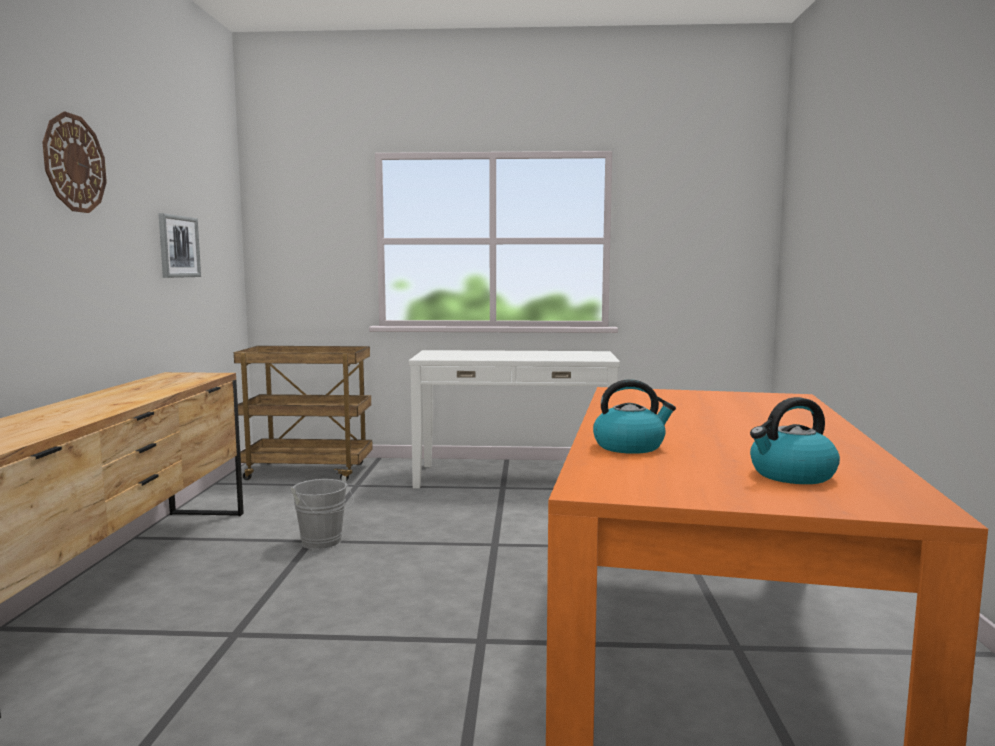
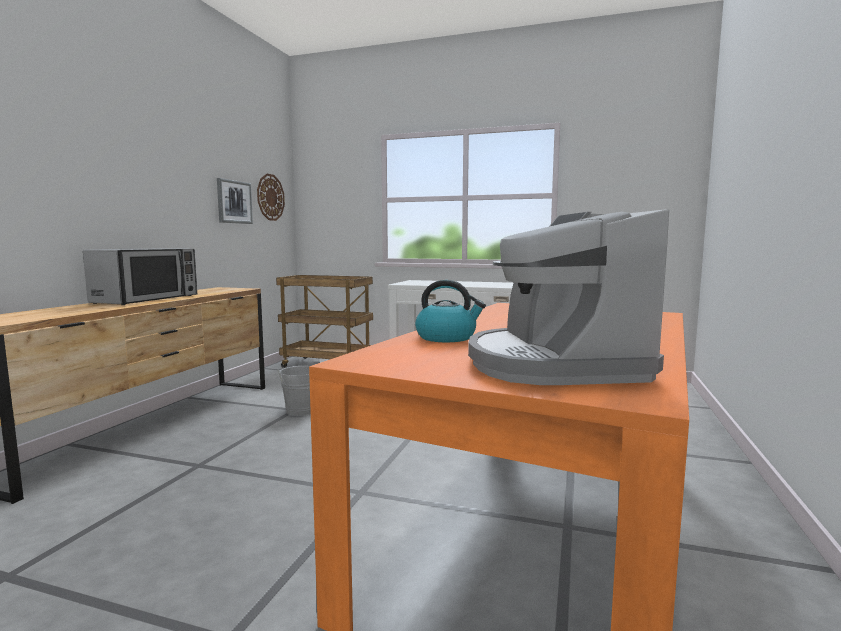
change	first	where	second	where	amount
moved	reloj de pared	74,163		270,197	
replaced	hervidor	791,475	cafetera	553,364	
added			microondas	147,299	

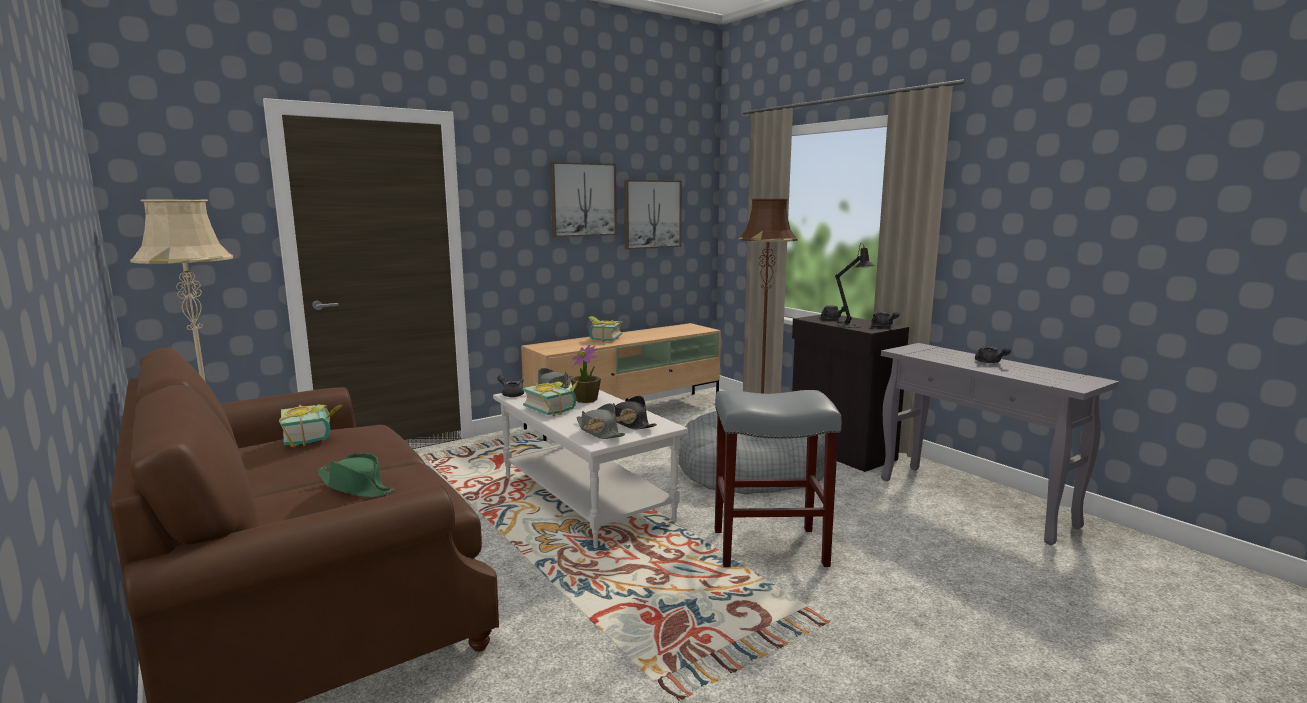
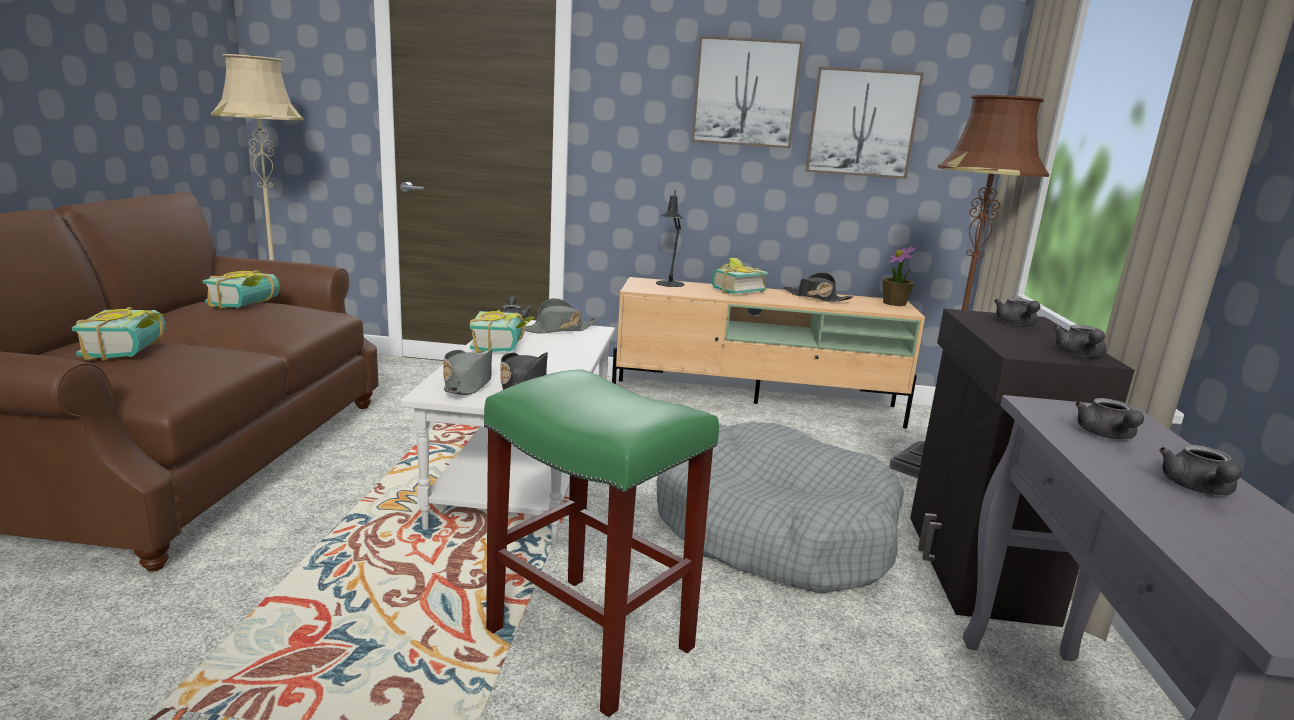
change	first	where	second	where	amount
moved	lámpara de mesa (negro)	851,326		669,284	
moved	planta en maceta	586,399		894,303	
recoloured	taburete (gris)	770,547	taburete (verde)	593,639	
replaced	sombrero (verde)	356,487	libro	134,350	
added			sombrero (negro)	815,298	
added			tetera (gris)	1107,436	

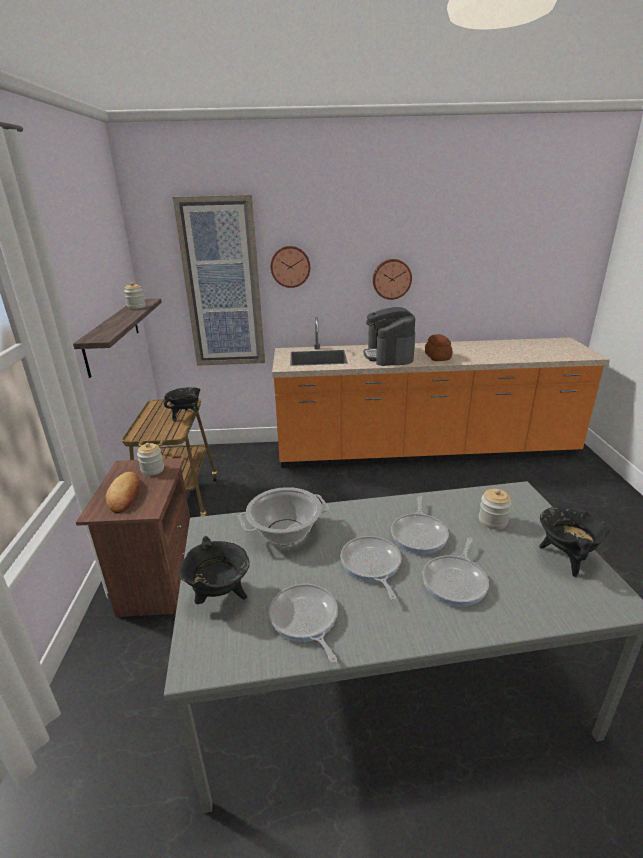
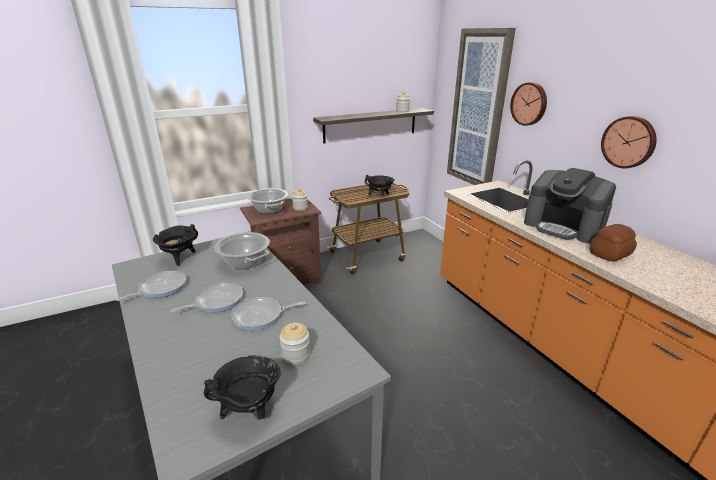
change	first	where	second	where	amount
turned	cafetera	389,356		563,227	105 degrees counterclockwise
replaced	pan	125,495	olla	269,209	
removed	sartén	456,581			

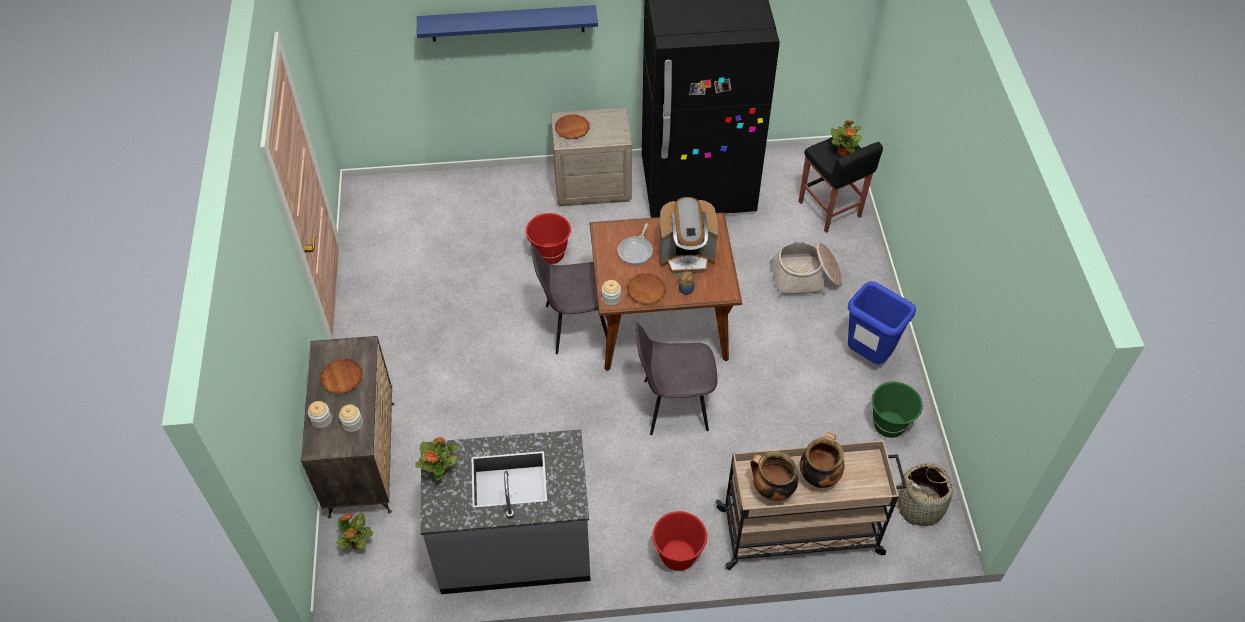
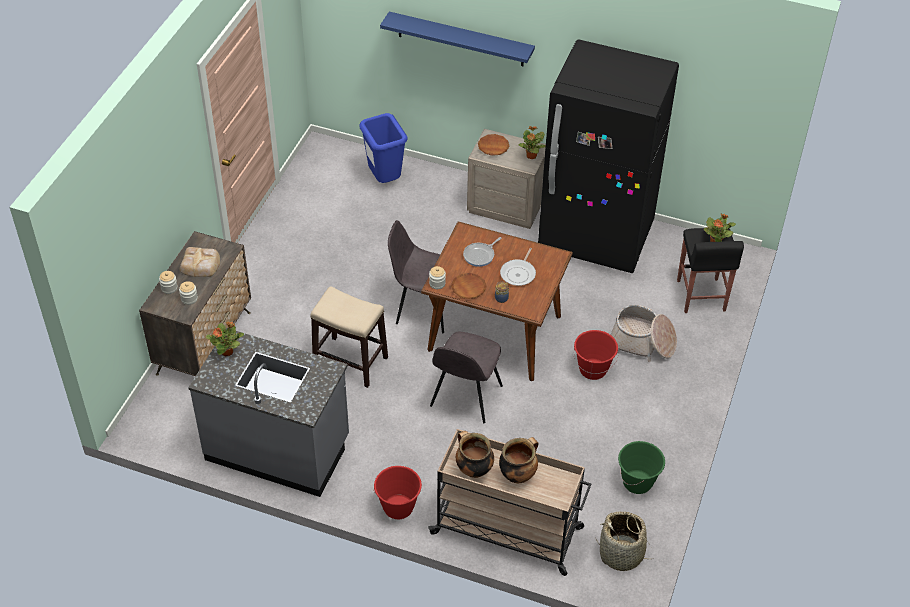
change	first	where	second	where	amount
replaced	cafetera	686,256	sartén	519,273	
moved	cubo (rojo)	550,254		593,369	
moved	papelera (azul)	867,355		384,180	
turned	silla (gris)	673,405		465,397	90 degrees counterclockwise
replaced	plato (marrón)	342,378	pan	200,265	
moved	planta en maceta	357,544		531,156	
added			taburete	351,362	

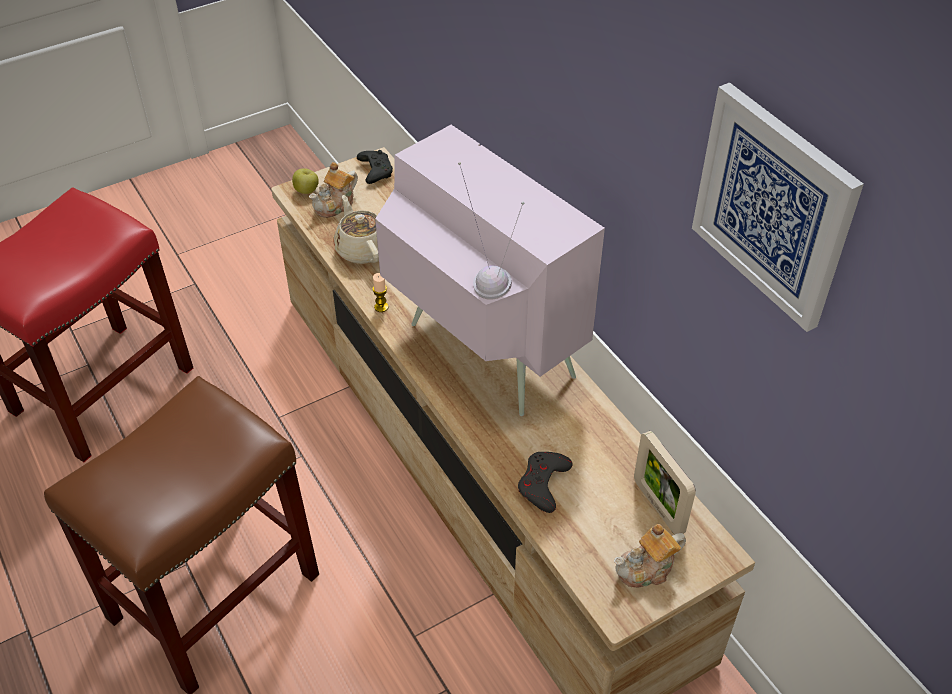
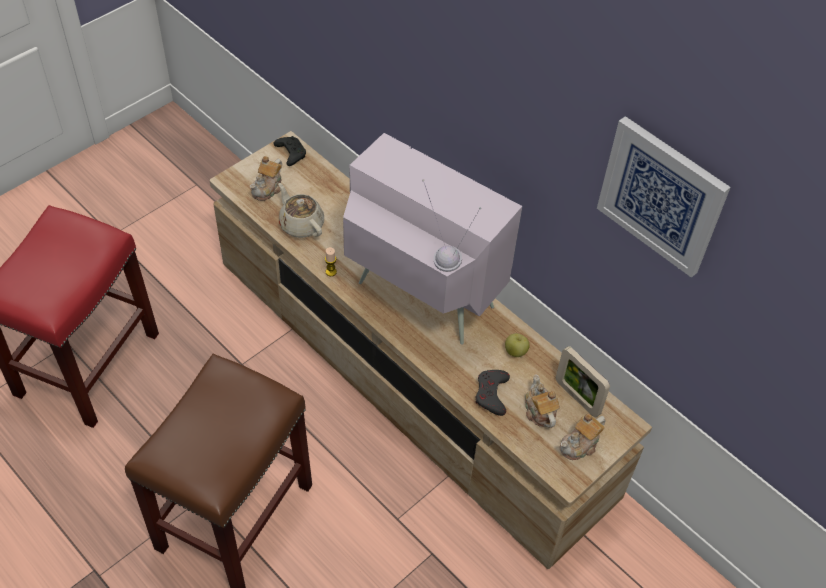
change	first	where	second	where	amount
moved	manzana	306,191		515,352	
added			tetera	539,411	

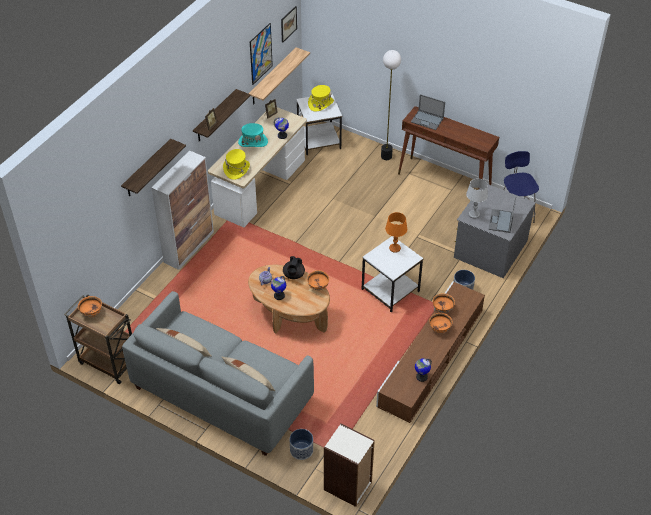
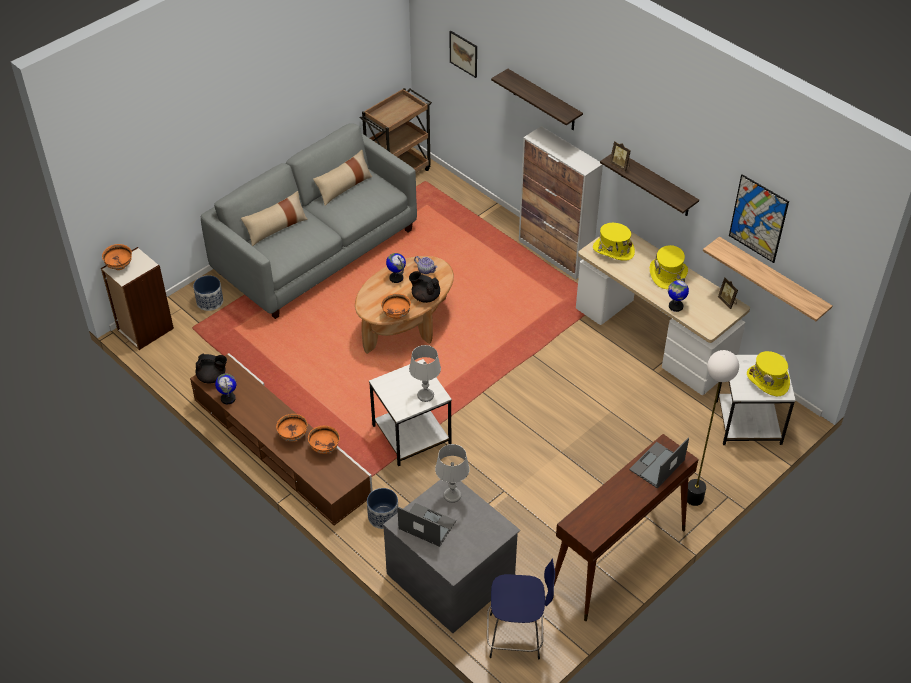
change	first	where	second	where	amount
moved	cuadro	288,24		463,53	
recoloured	sombrero (turquesa)	253,142	sombrero (amarillo)	668,274	
recoloured	lámpara de mesa (naranja)	395,248	lámpara de mesa (gris)	425,395	
moved	cuenco (naranja)	91,313		120,266	
added			tetera (negro)	212,377	

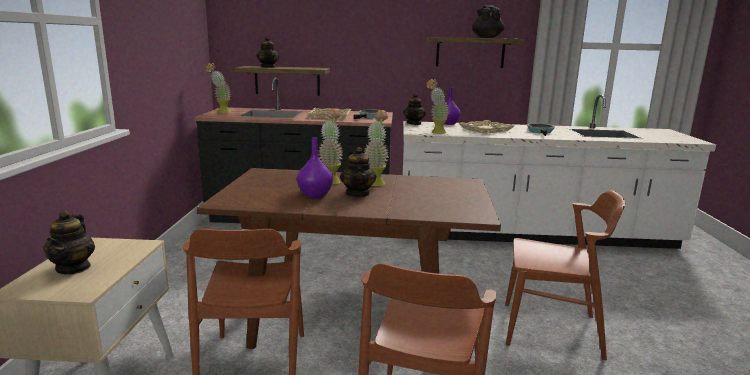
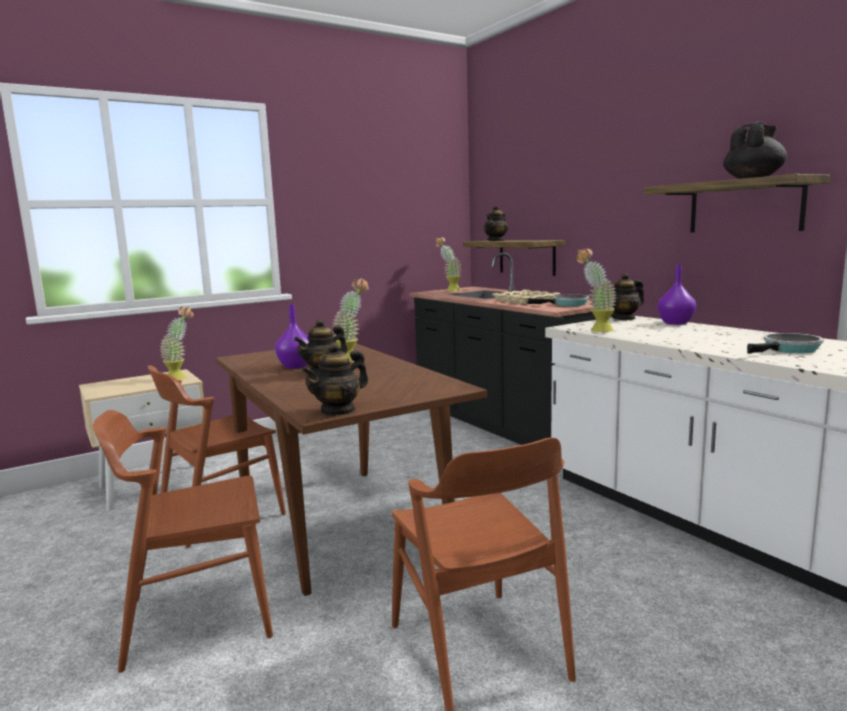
change	first	where	second	where	amount
moved	planta en maceta	376,182		181,377	
removed	bandeja (beis)	485,130			
moved	tetera	74,268		338,410	

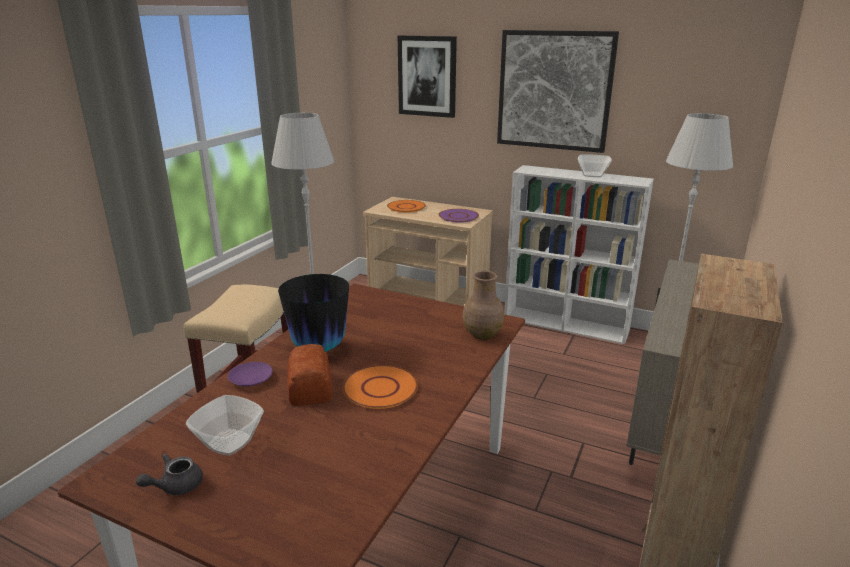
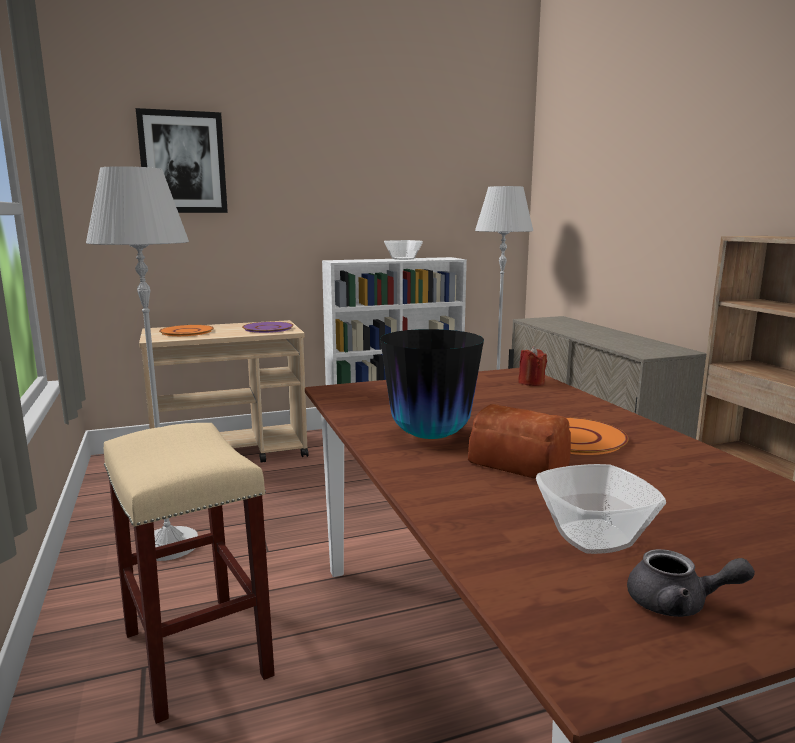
change	first	where	second	where	amount
removed	cuadro	554,91			
replaced	florero (marrón)	482,334	vela (rojo)	531,383	
removed	plato (morado)	251,379			
turned	tetera (gris)	175,486		678,604	75 degrees counterclockwise

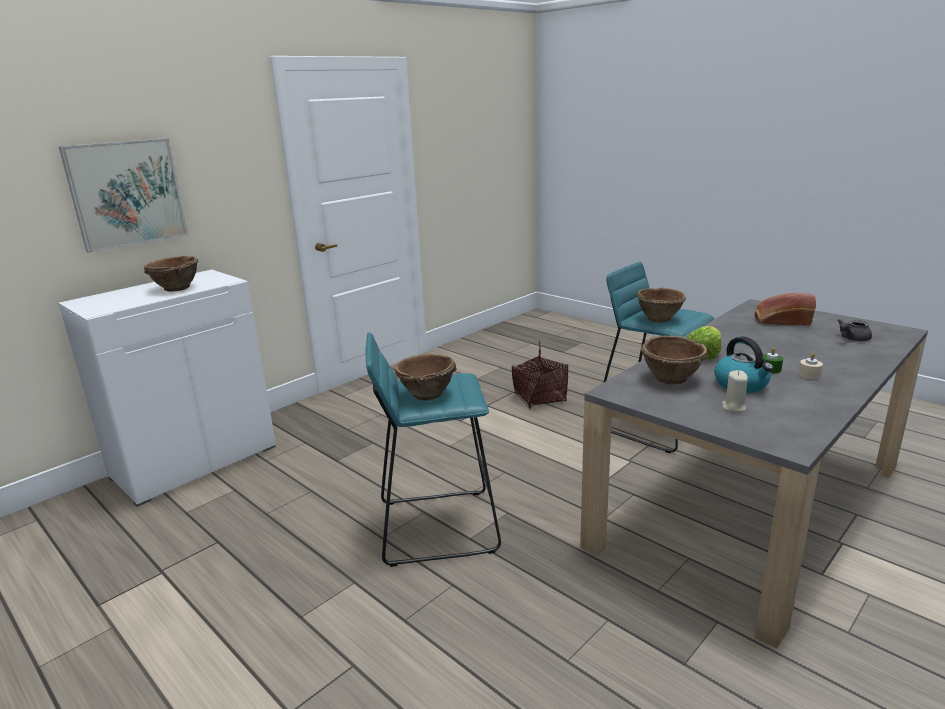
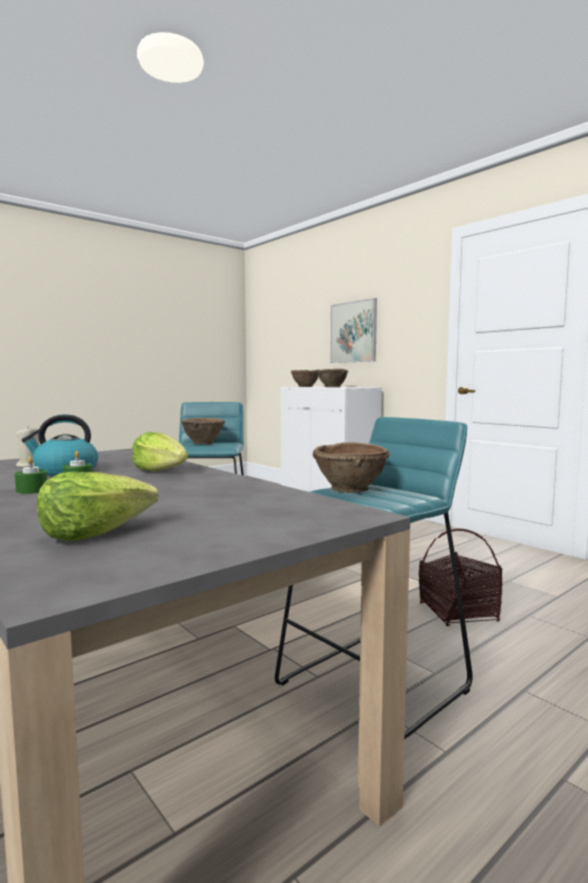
change	first	where	second	where	amount
removed	pan	781,321			
replaced	tetera (gris)	851,339	lechuga	95,533	
moved	cuenco (marrón)	672,379		305,386	
recoloured	vela (beis)	809,375	vela (verde)	32,490	

